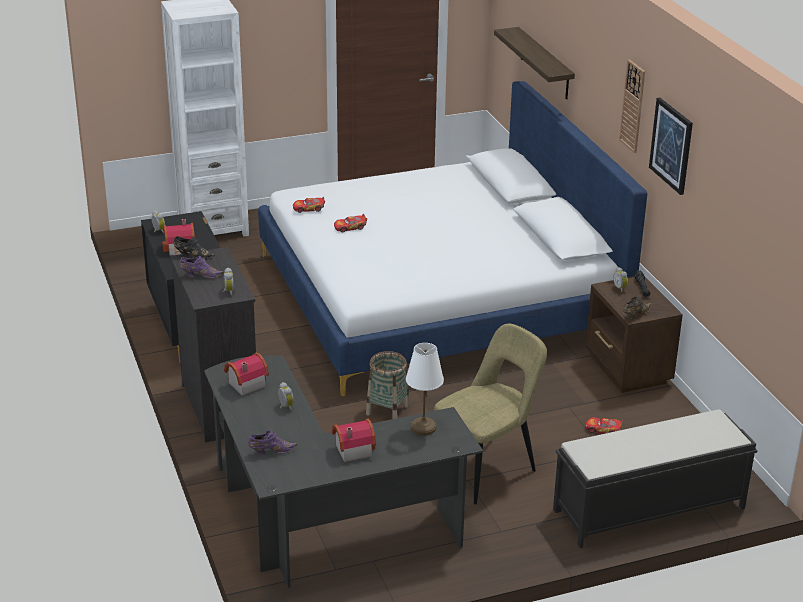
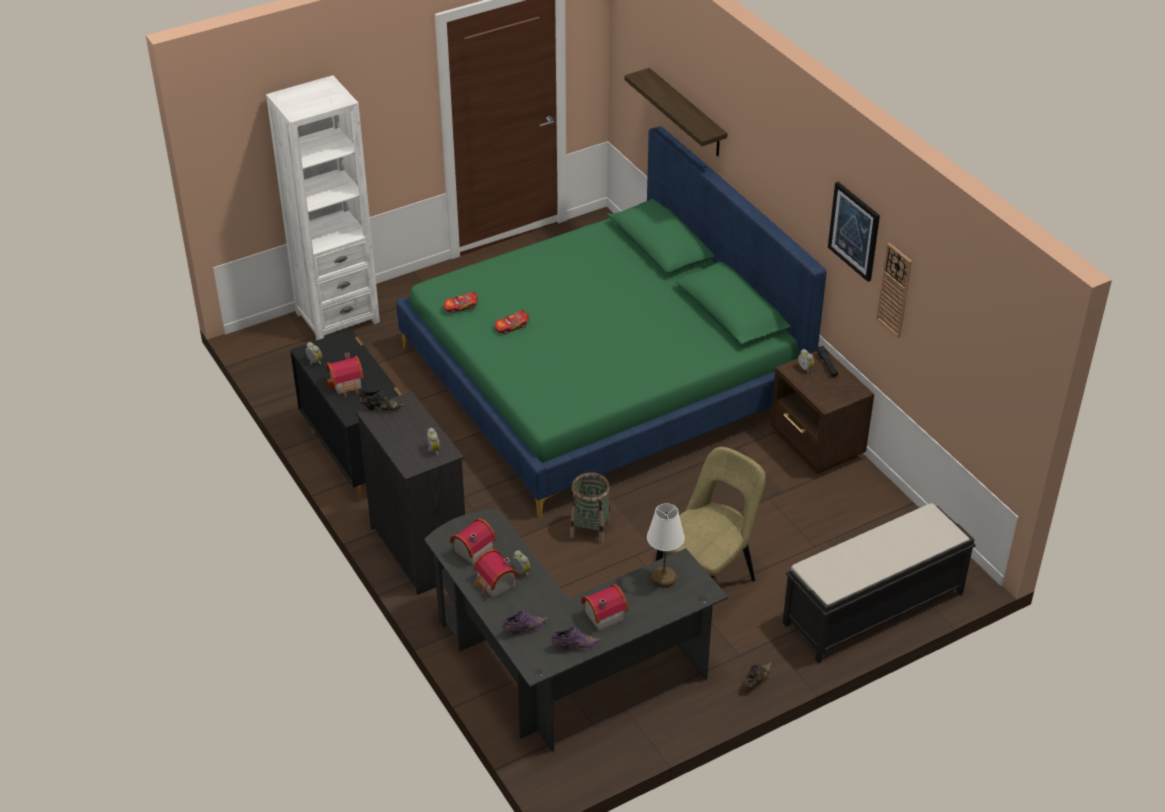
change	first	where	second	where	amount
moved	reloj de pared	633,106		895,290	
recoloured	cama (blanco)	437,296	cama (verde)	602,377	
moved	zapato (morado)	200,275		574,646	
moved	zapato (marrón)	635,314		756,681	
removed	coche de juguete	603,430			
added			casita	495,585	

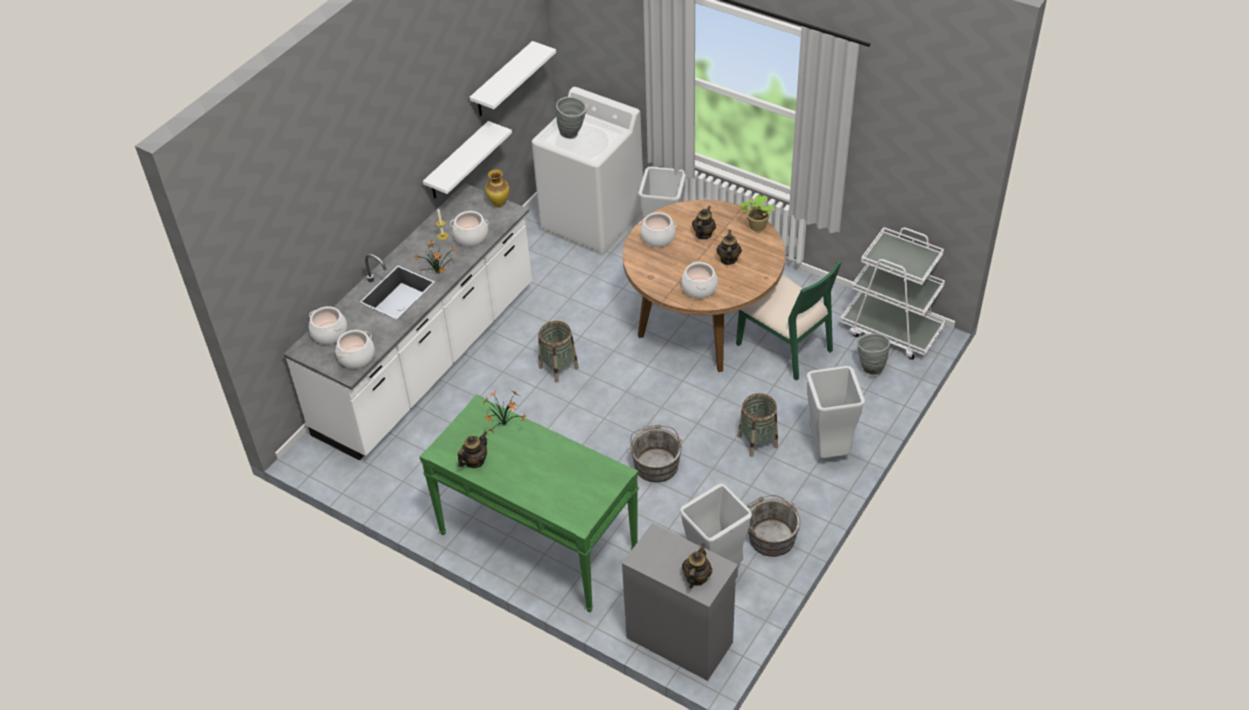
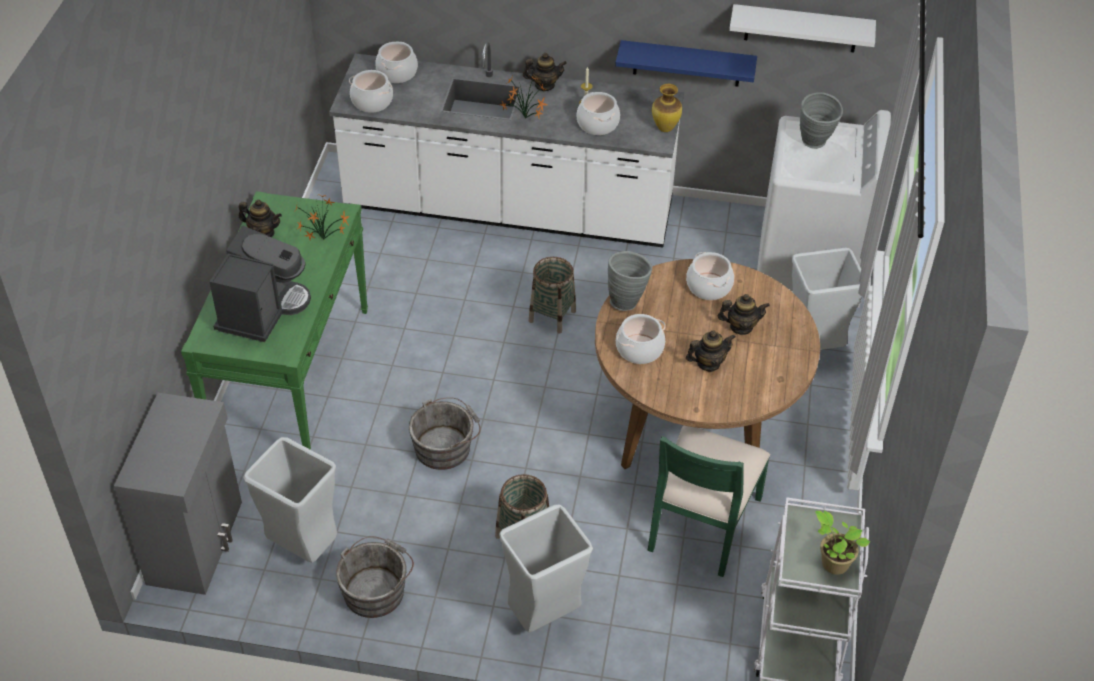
change	first	where	second	where	amount
recoloured	estante (blanco)	457,162	estante (azul)	687,63	
moved	planta en maceta	756,226		833,563	
moved	florero (gris)	870,368		627,300	
moved	tetera	696,577		544,85	
added			cafetera	262,310	

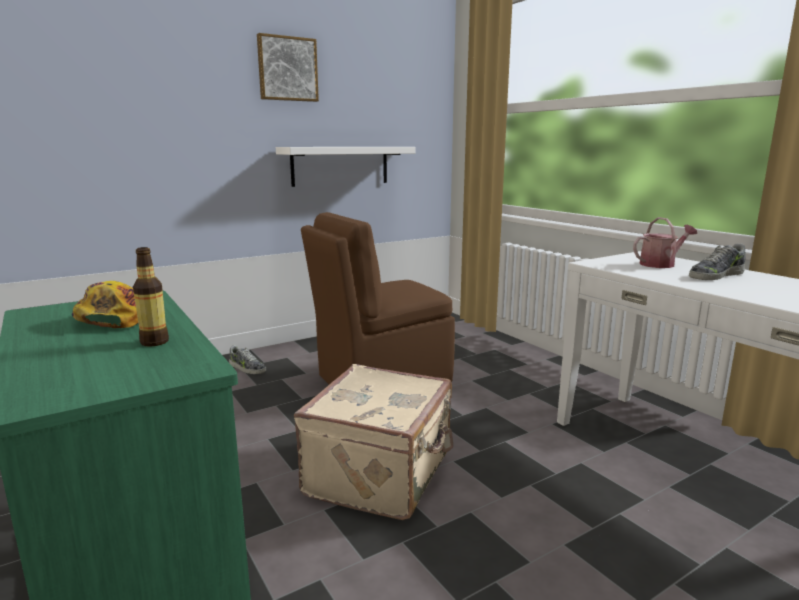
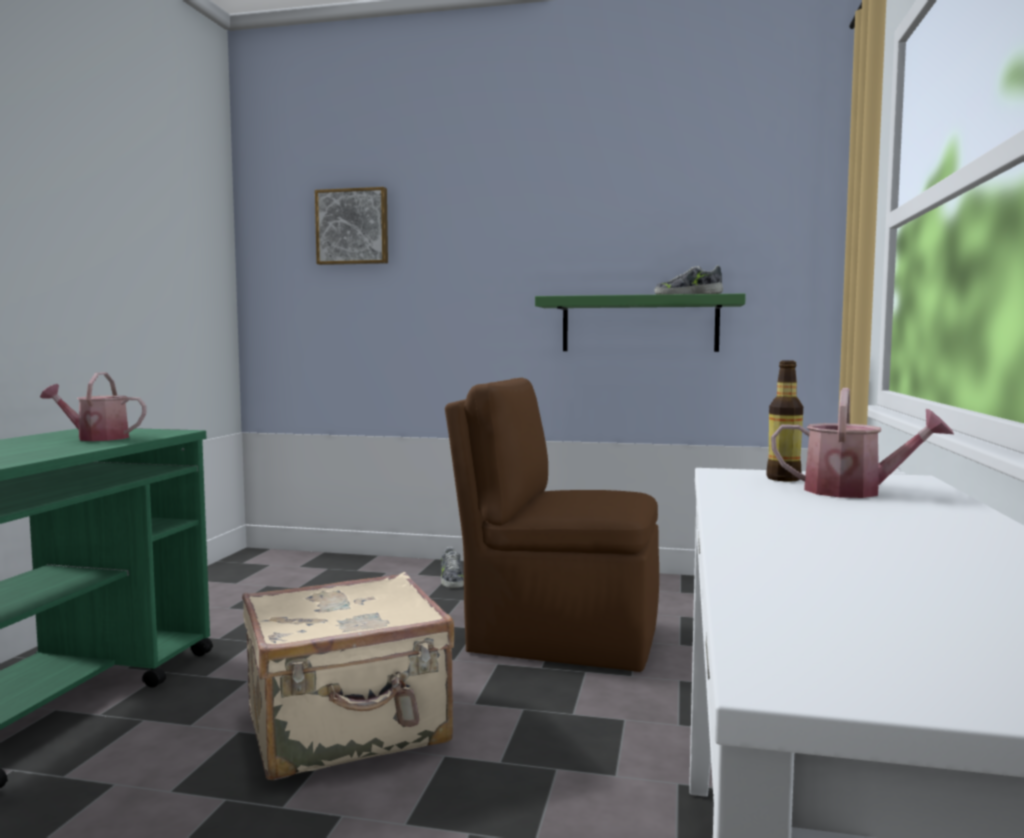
change	first	where	second	where	amount
moved	cuadro	287,69		353,227	
recoloured	estante (blanco)	340,165	estante (verde)	639,324	
moved	zapato	715,275		688,294	
moved	botella	154,342		783,478	
replaced	gorra	113,318	regadera	96,438	

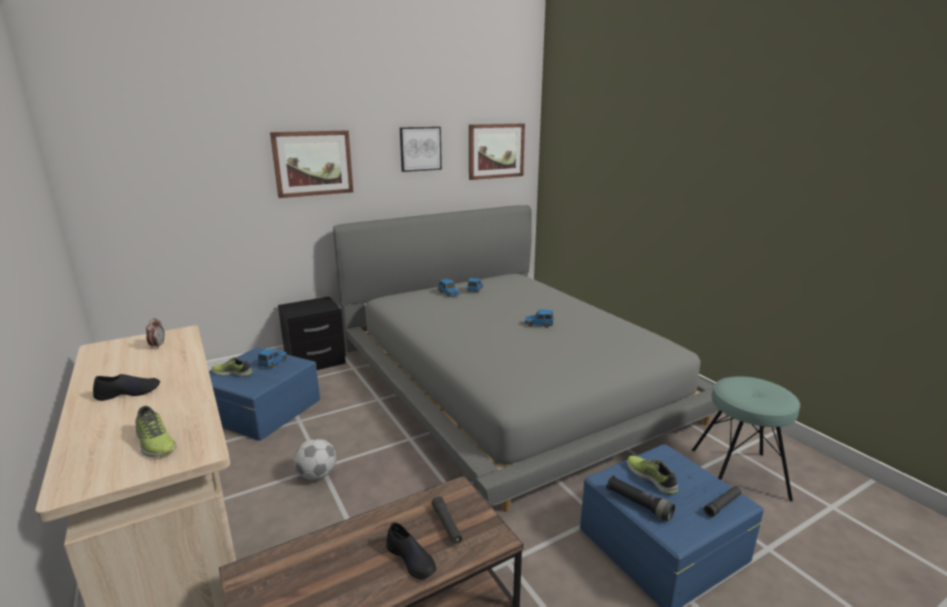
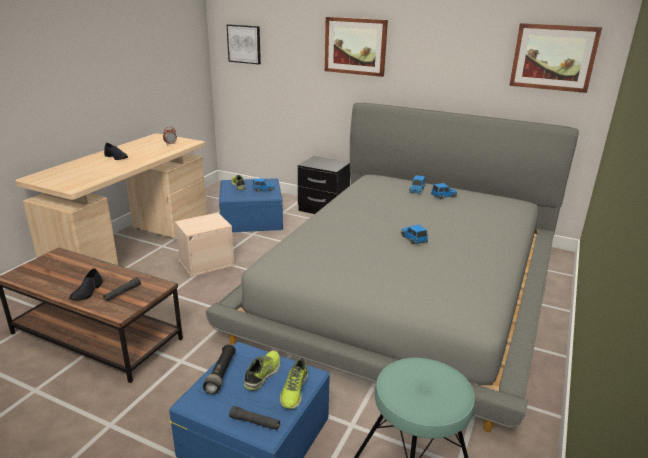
change	first	where	second	where	amount
moved	cuadro	420,149		244,44	
moved	zapato	154,443		293,390	
replaced	balón de fútbol	317,475	caja de almacenaje (beis)	207,262	

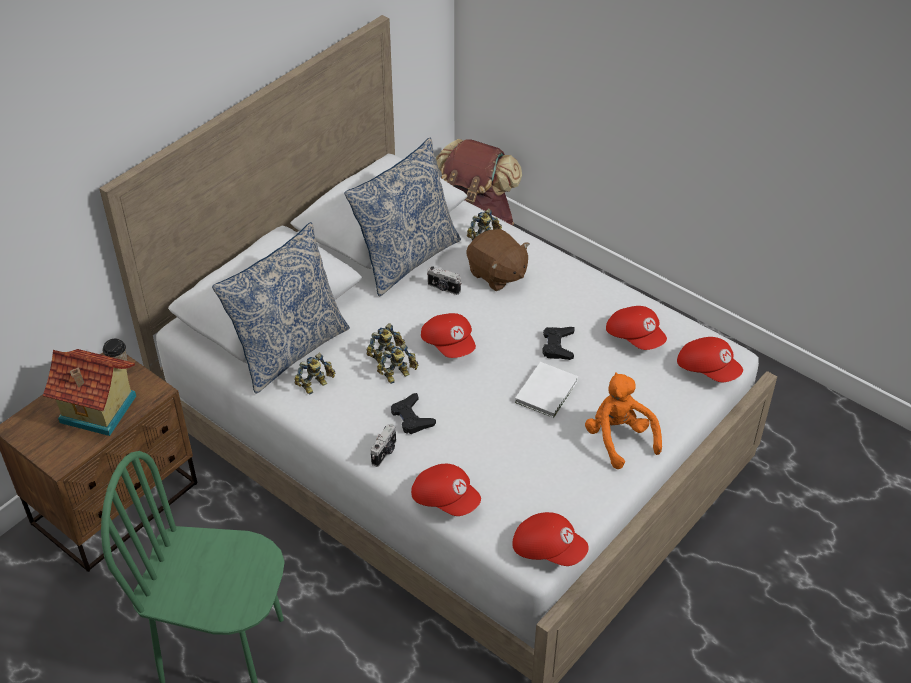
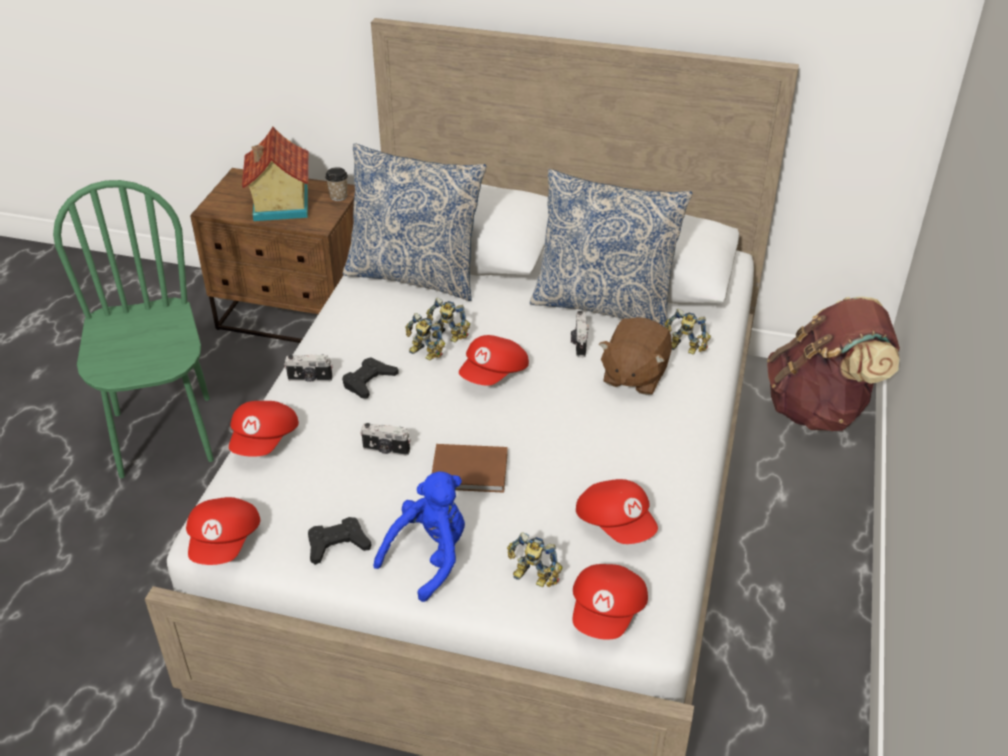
change	first	where	second	where	amount
turned	gorra (rojo)	635,337		616,523	60 degrees counterclockwise
moved	mando de consola (negro)	558,346		337,544	
moved	robot de juguete	316,386		532,578	
recoloured	libro (blanco)	548,391	libro (marrón)	471,472	
recoloured	peluche (naranja)	619,438	peluche (azul)	429,557	
added			cámara	386,450	

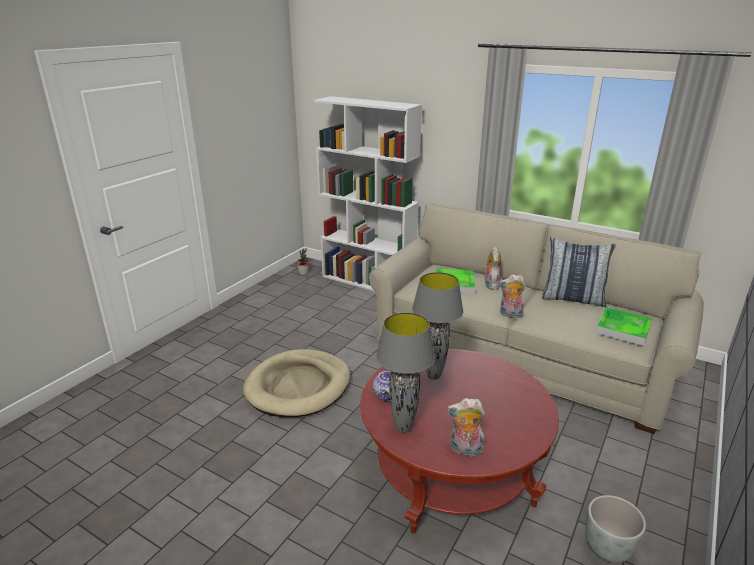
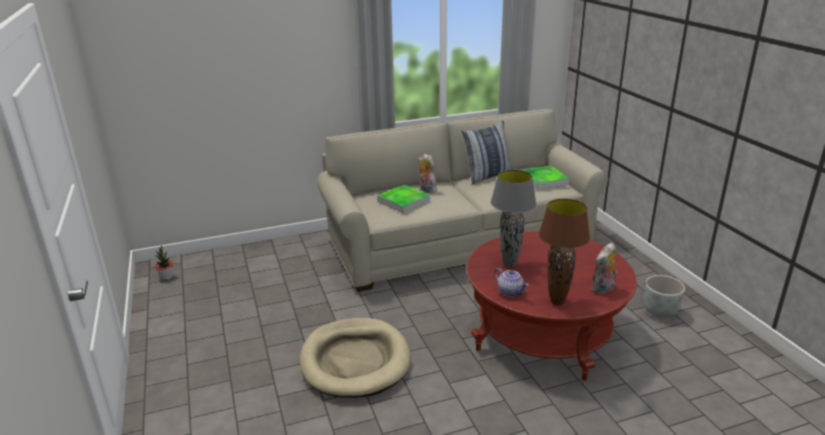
change	first	where	second	where	amount
removed	estantería (blanco)	368,282			
removed	peluche	510,315			
recoloured	lámpara de mesa (gris)	403,428	lámpara de mesa (marrón)	557,302	

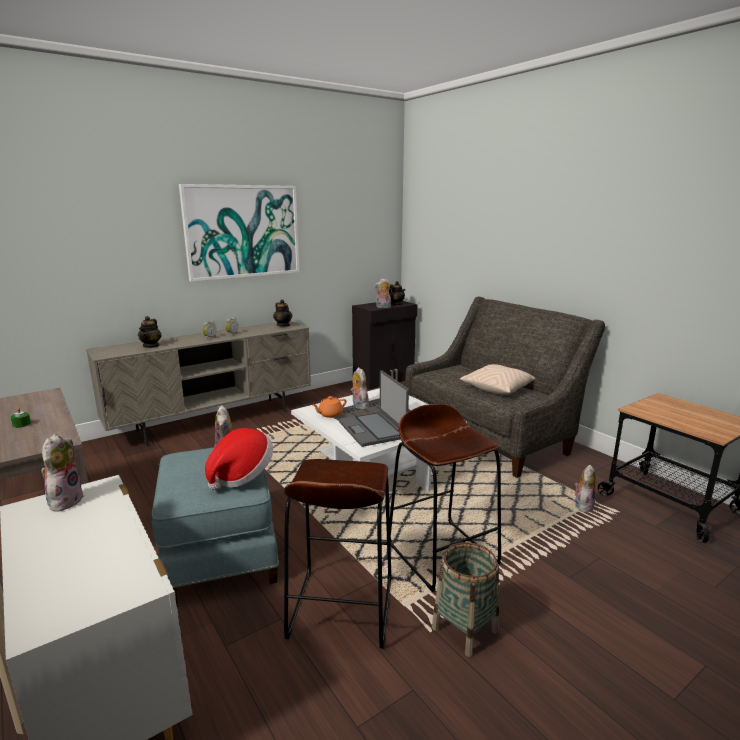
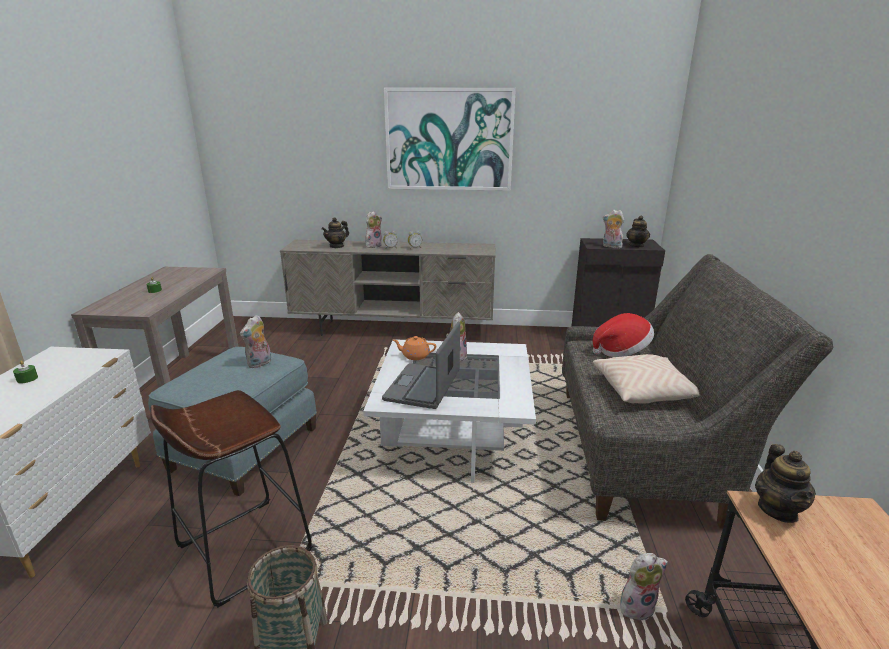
change	first	where	second	where	amount
moved	tetera	283,325		778,510	
removed	taburete (marrón)	442,553			
moved	sombrero	242,475		621,351	
moved	peluche	65,500		373,245	
added			vela (verde)	27,379	

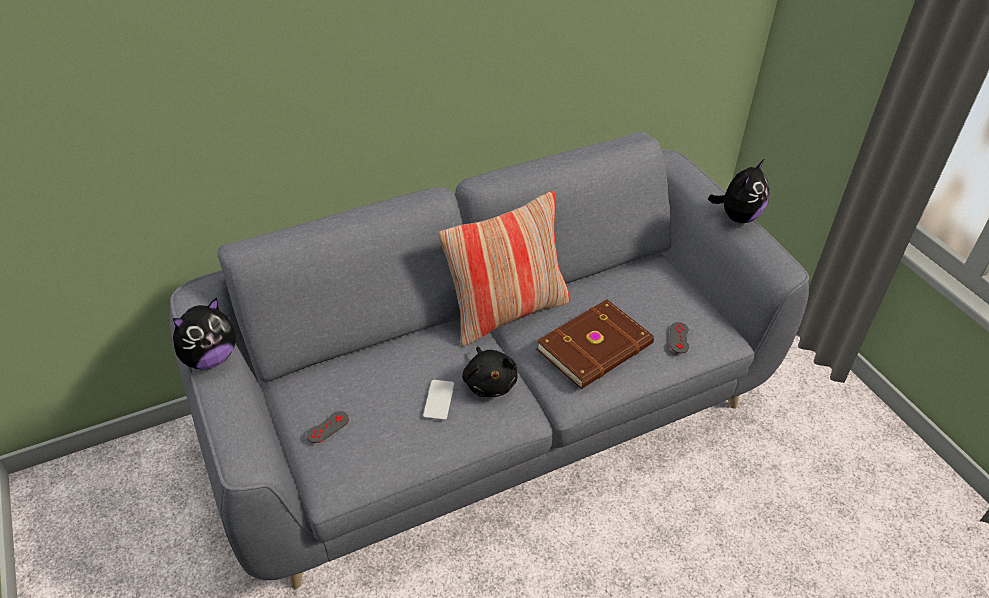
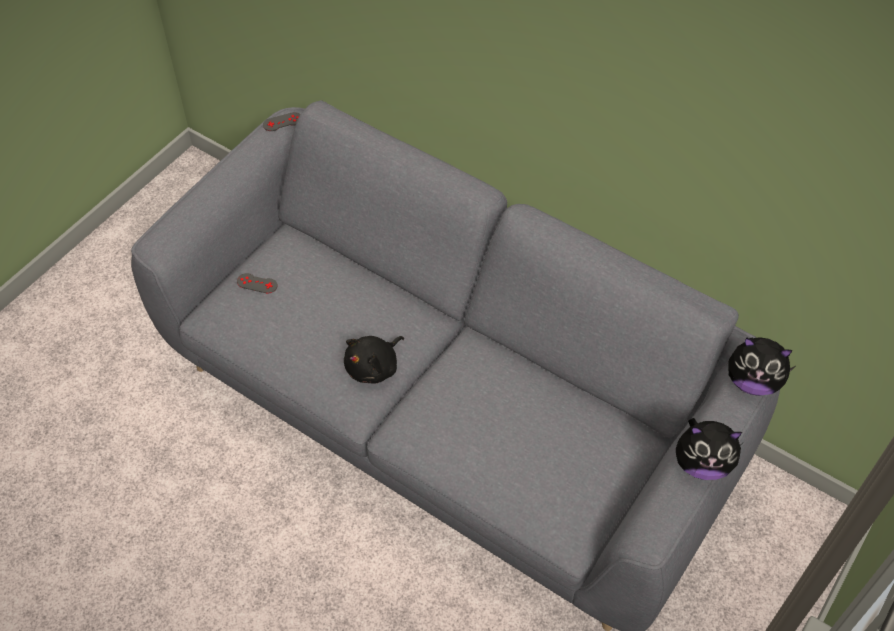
change	first	where	second	where	amount
removed	cojín	507,312			
moved	peluche	210,358		752,381	
removed	libro (marrón)	596,348			
moved	mando de consola (gris)	679,338		282,122	
removed	móvil	438,400			

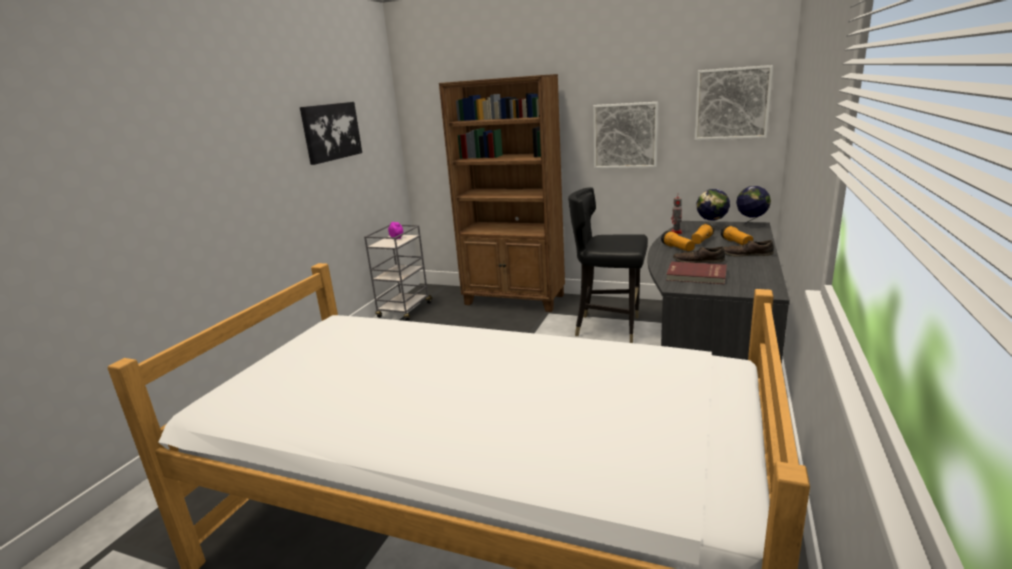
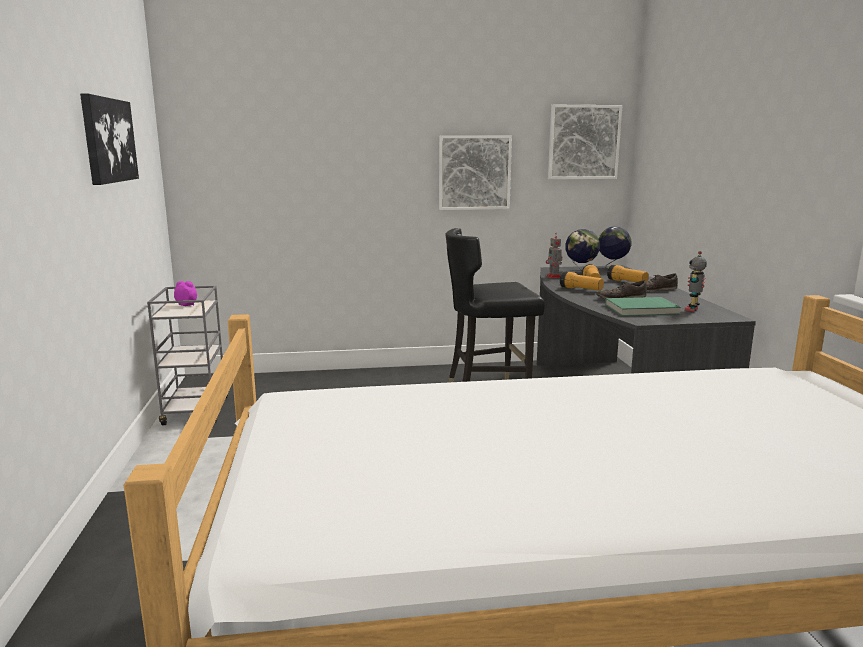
change	first	where	second	where	amount
removed	estantería (marrón)	515,300			
recoloured	libro (rojo)	696,275	libro (verde)	642,309	
added			robot de juguete	692,309	

